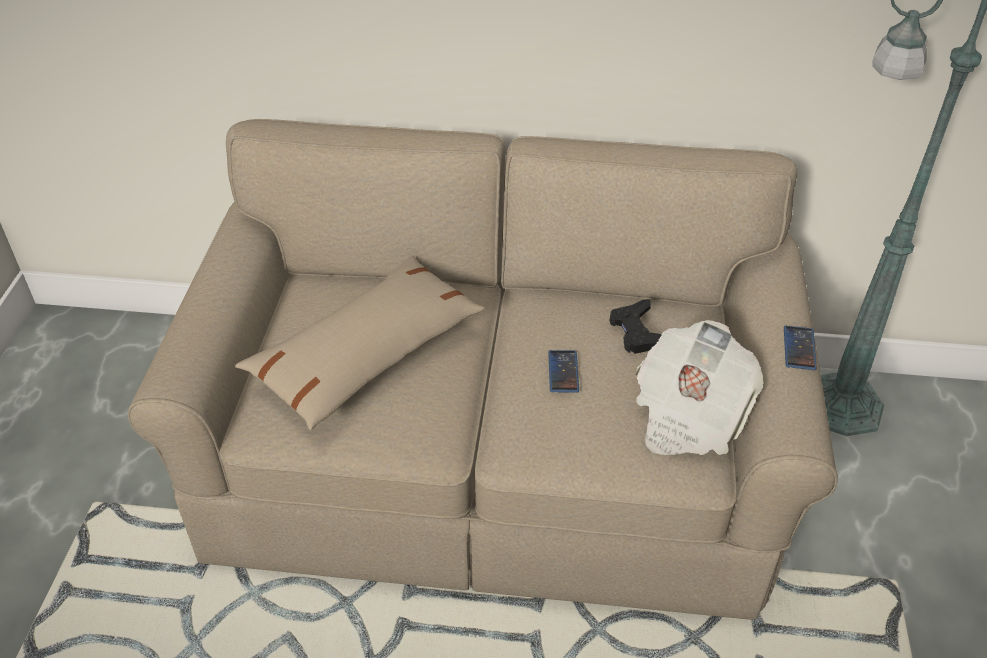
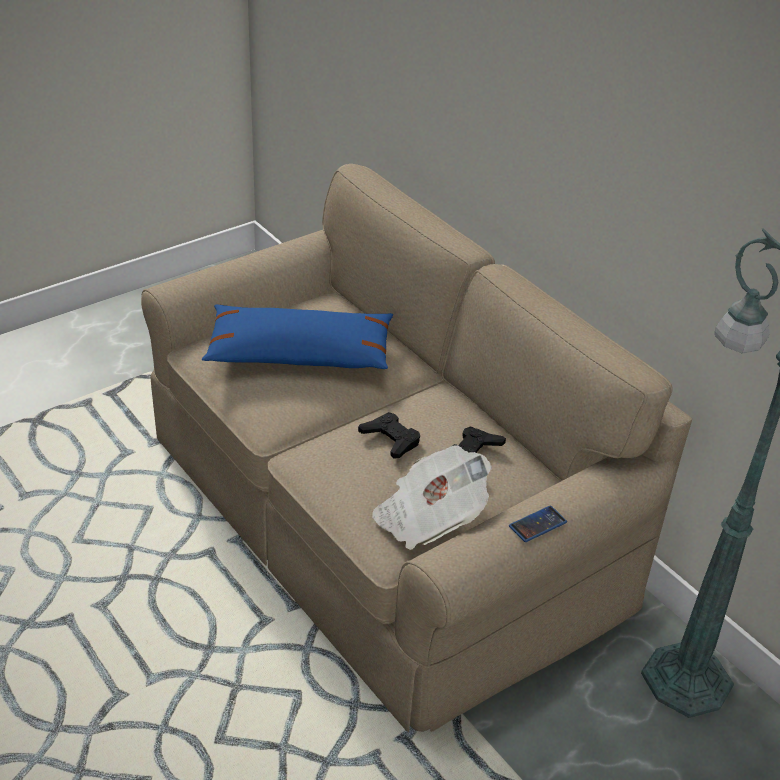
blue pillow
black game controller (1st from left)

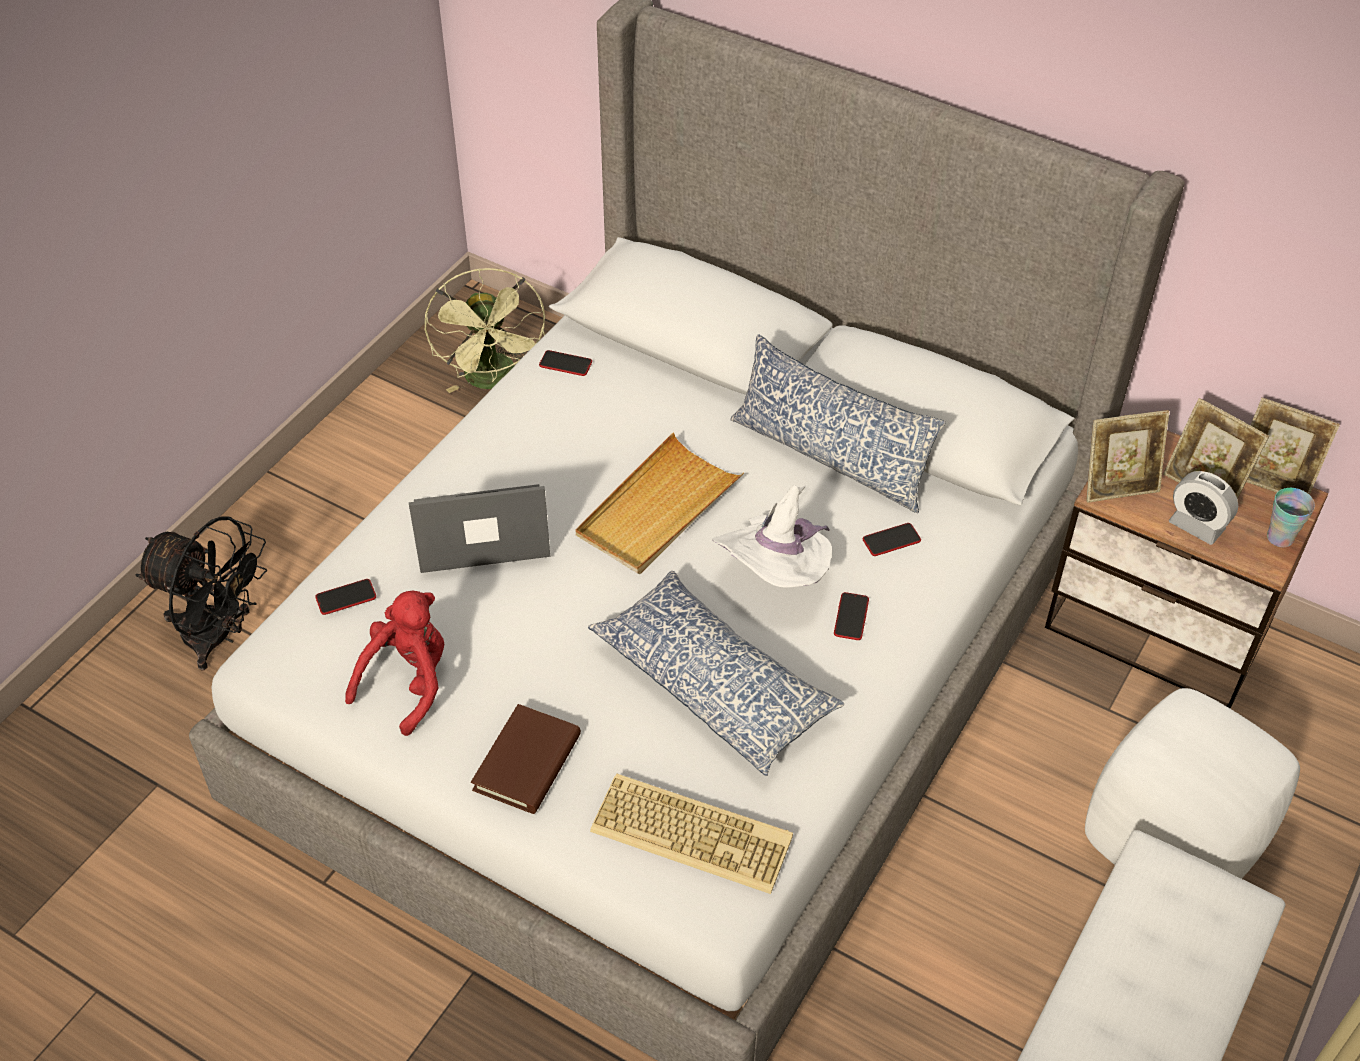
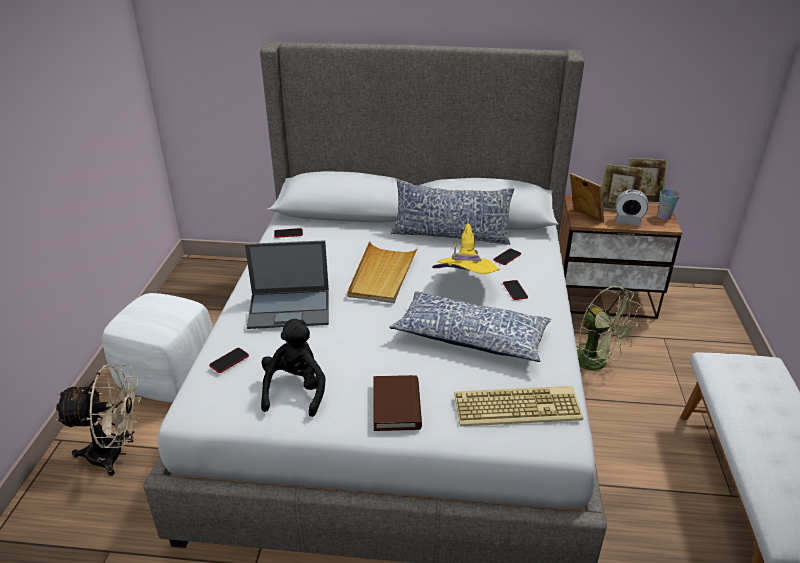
beige fan
white ottoman
laptop
black plush toy
yellow hat
picture frame (1st from left)
green fan

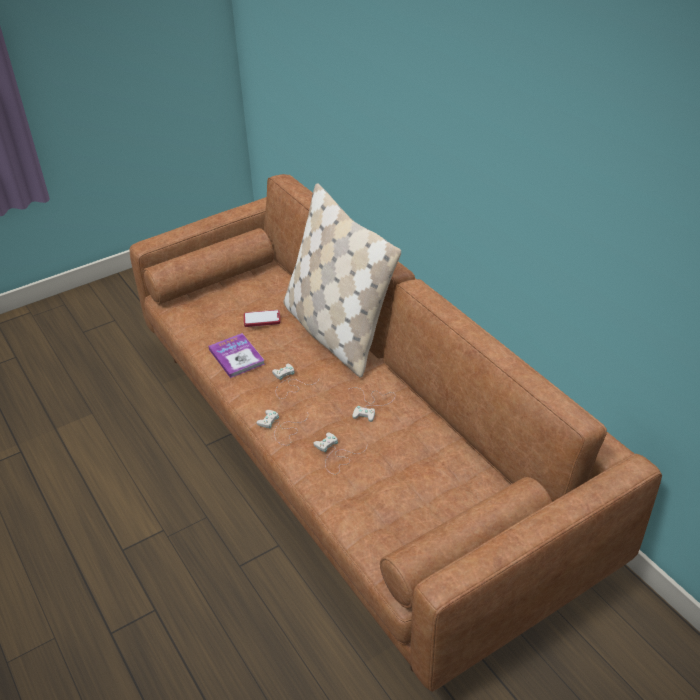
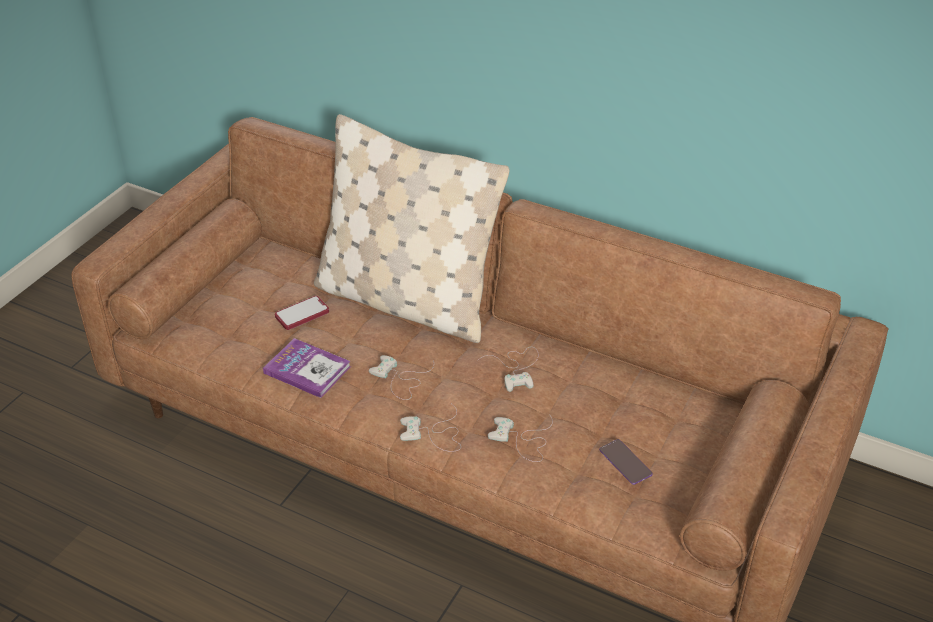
phone (2nd from left)

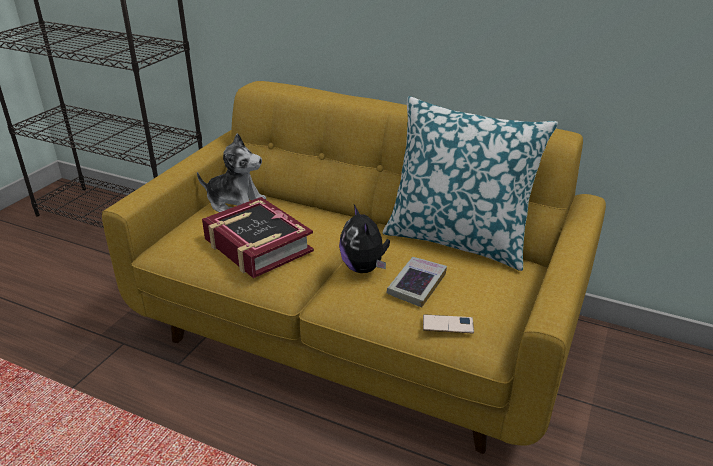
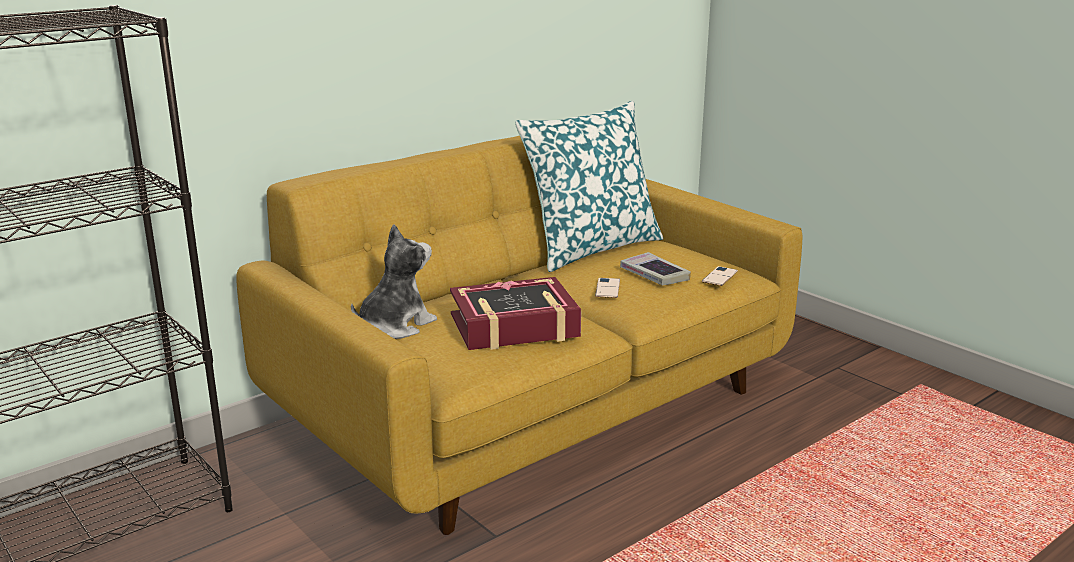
phone (1st from left)

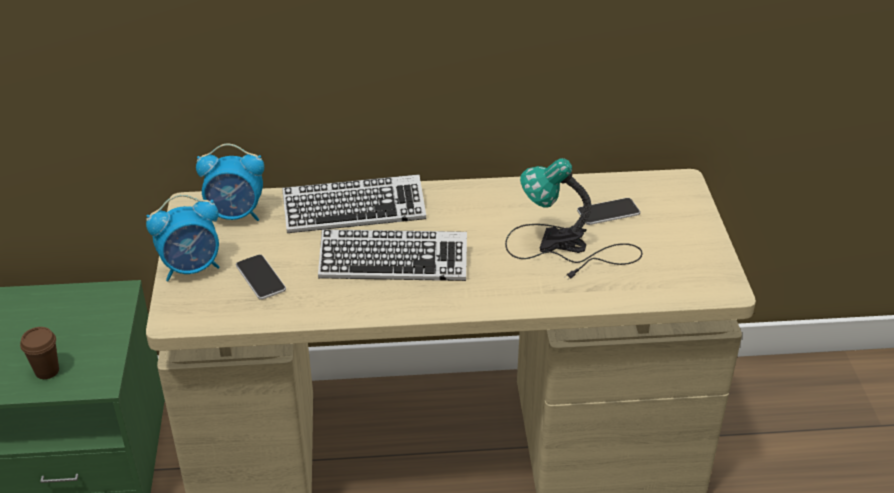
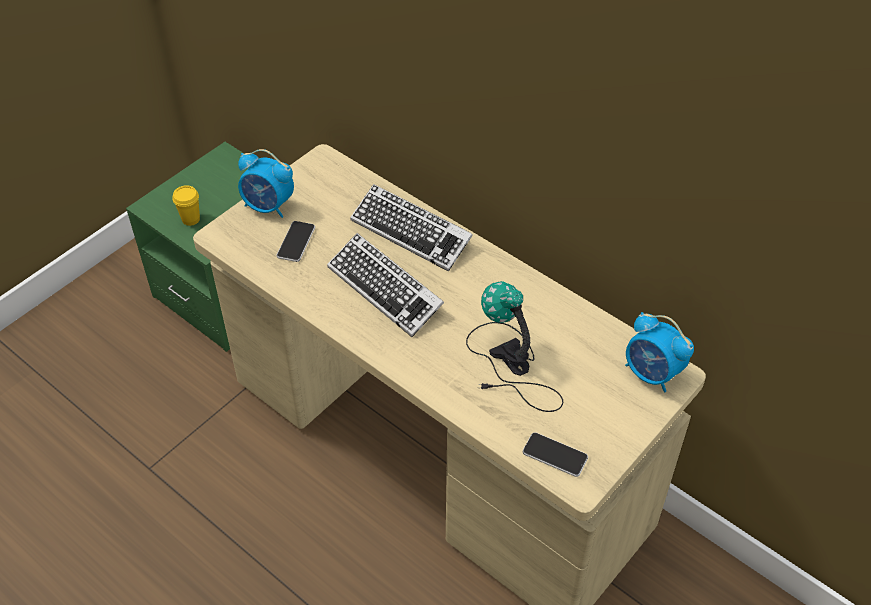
yellow cup
phone (2nd from left)
alarm clock (2nd from left)

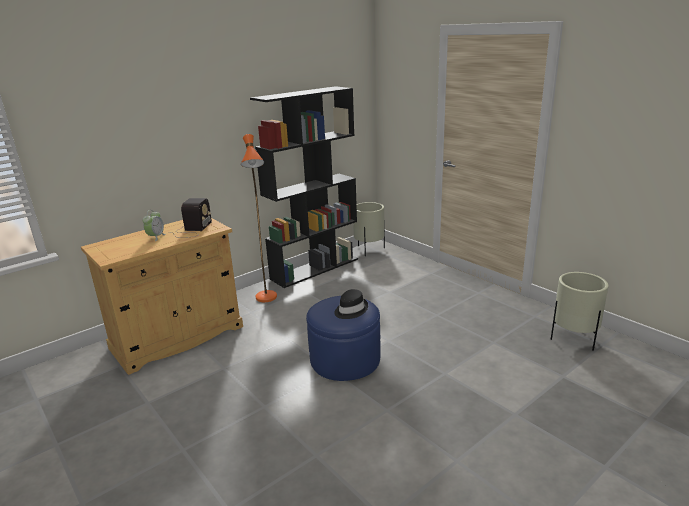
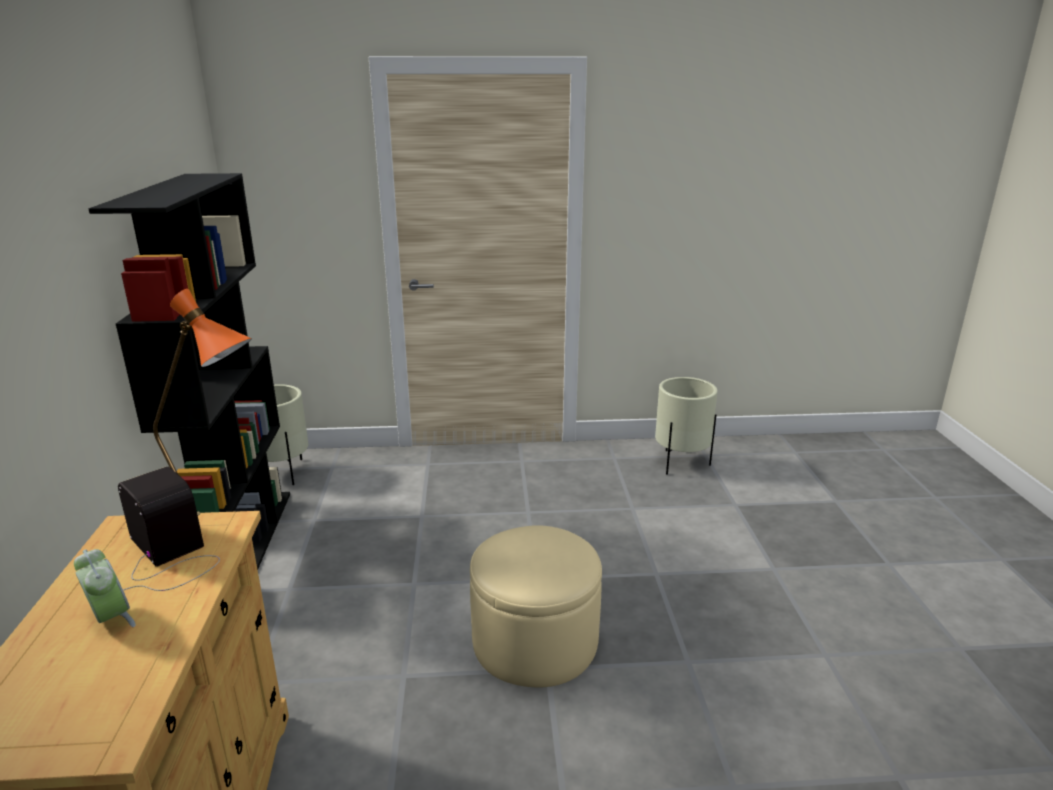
beige ottoman
black hat

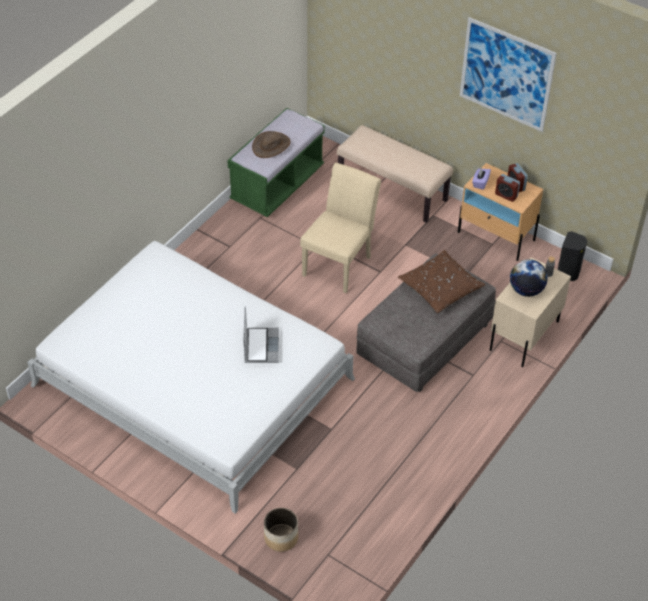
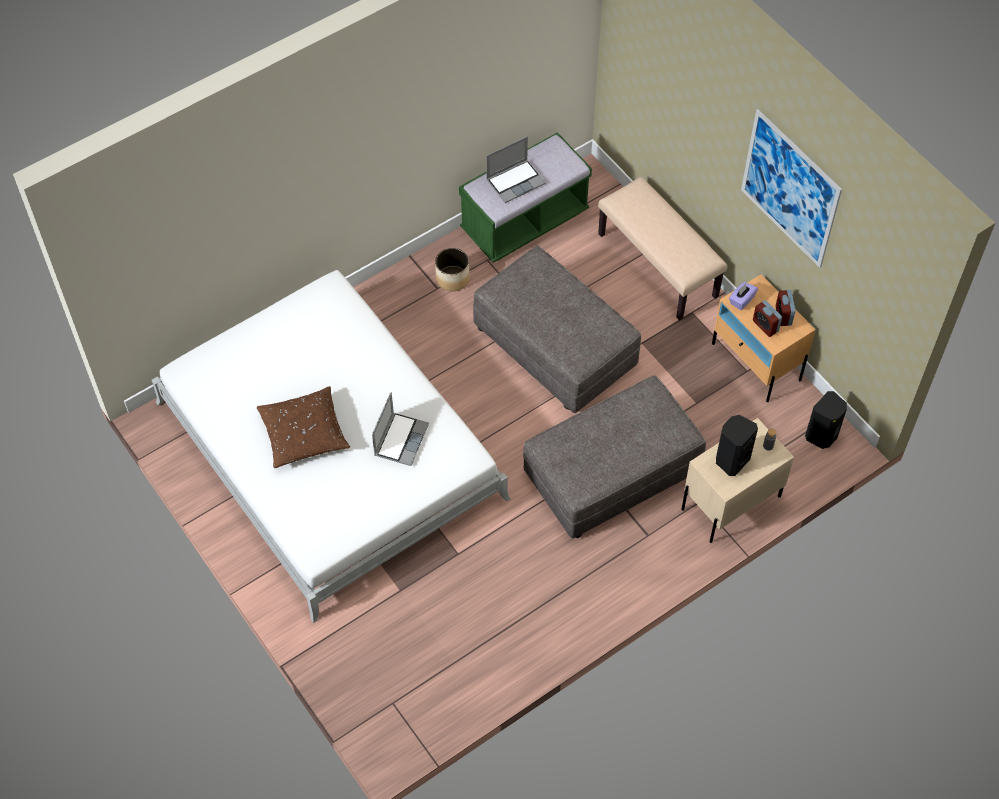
brown pillow
planter
grey ottoman (1st from left)
laptop (2nd from left)
black speaker (1st from left)

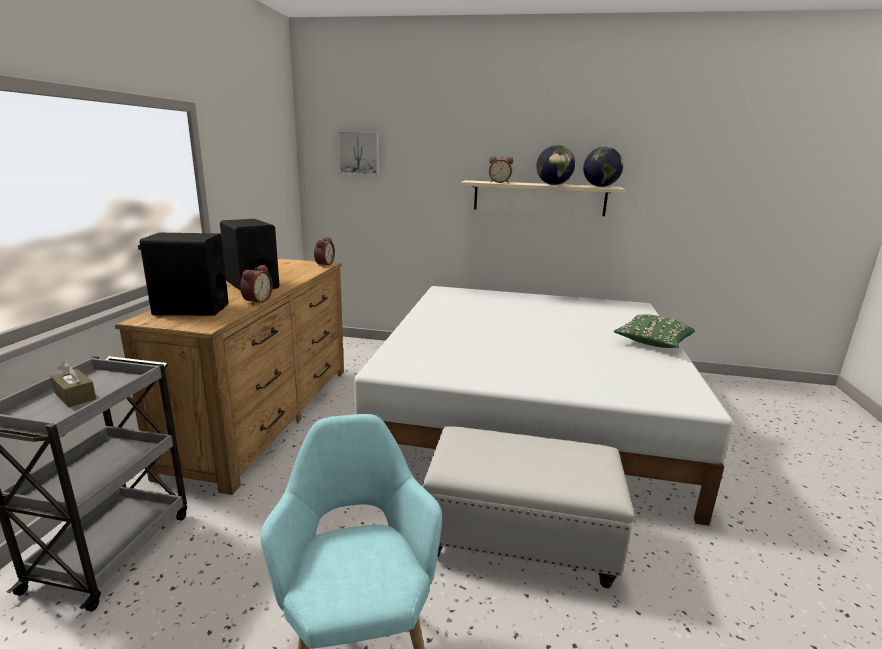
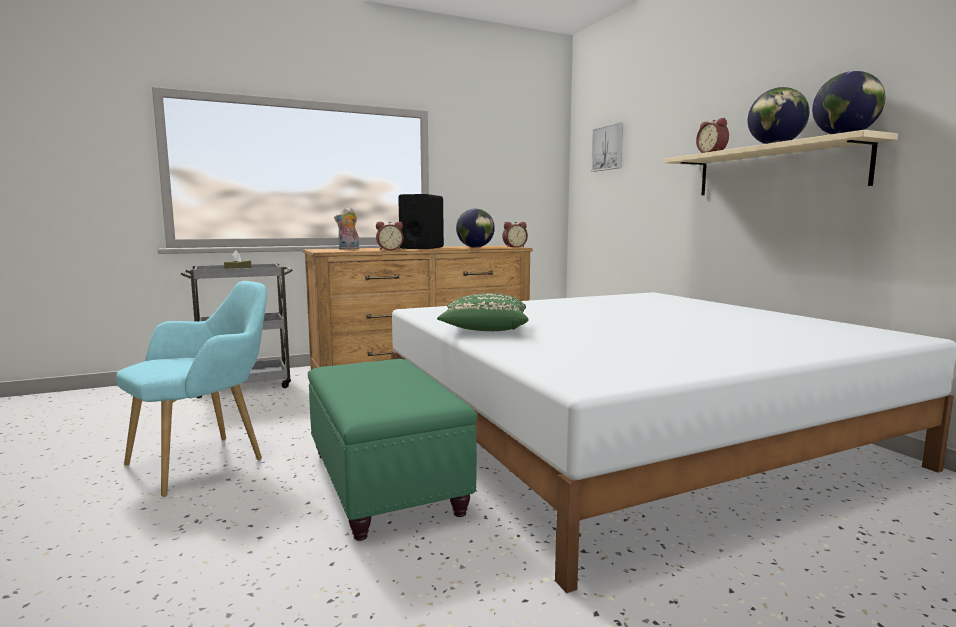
green ottoman
plush toy
green pillow
globe (1st from left)

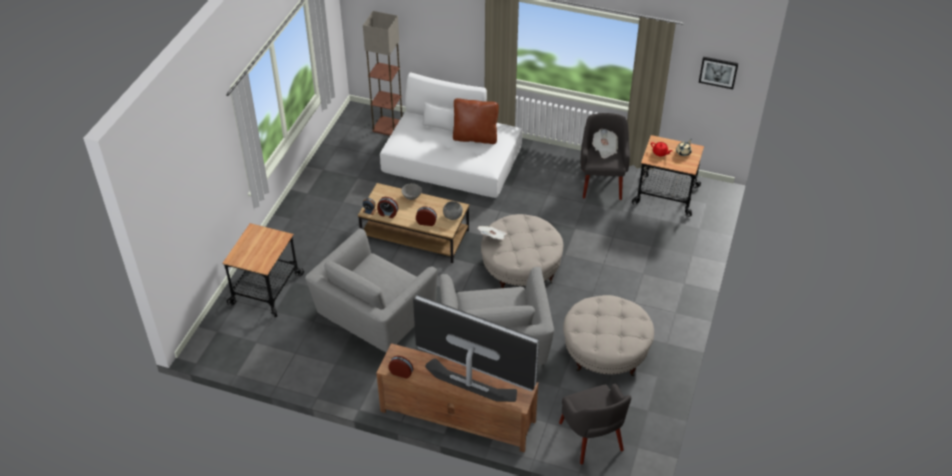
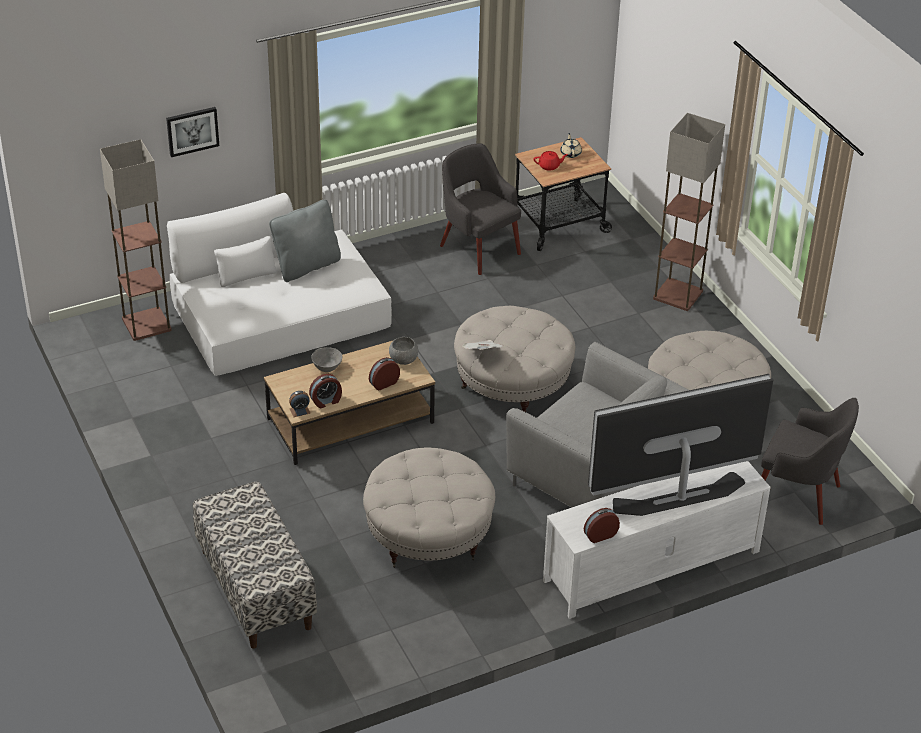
picture
bench
grey pillow
beige ottoman (1st from left)
white tv stand
floor lamp (2nd from left)
newspaper (2nd from left in the first image)

